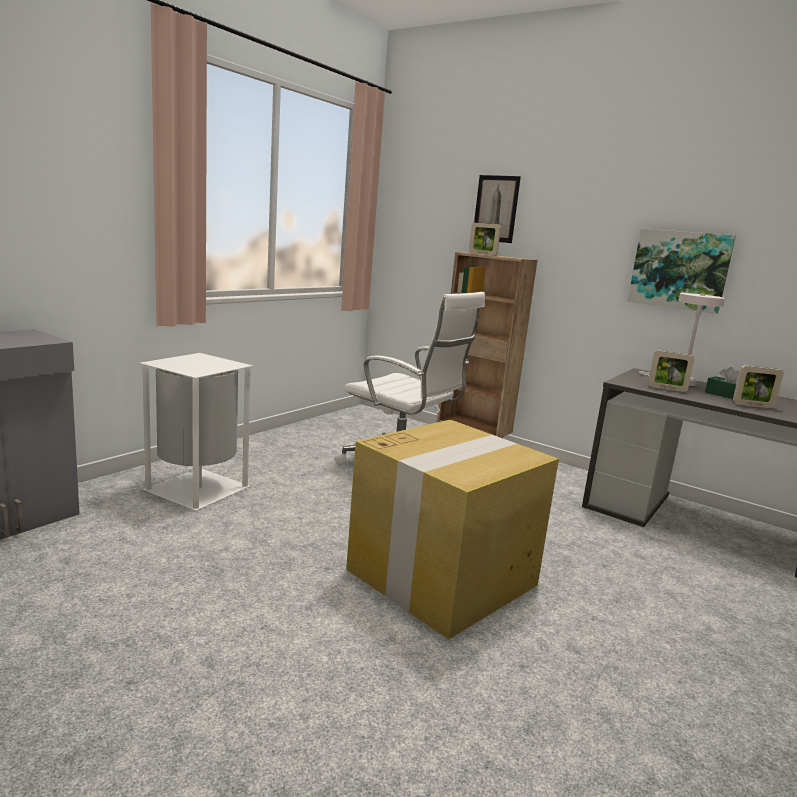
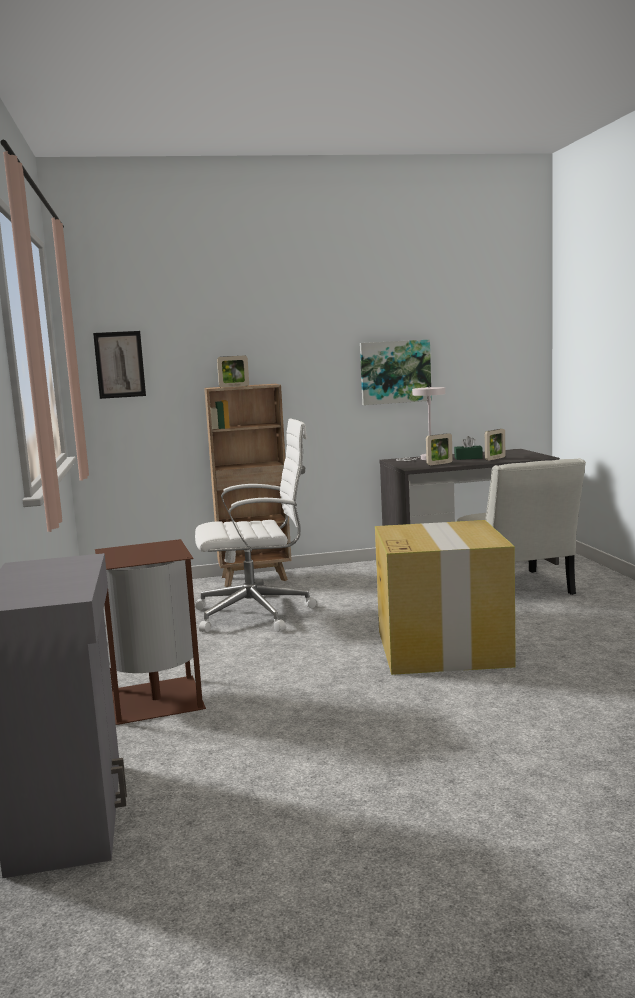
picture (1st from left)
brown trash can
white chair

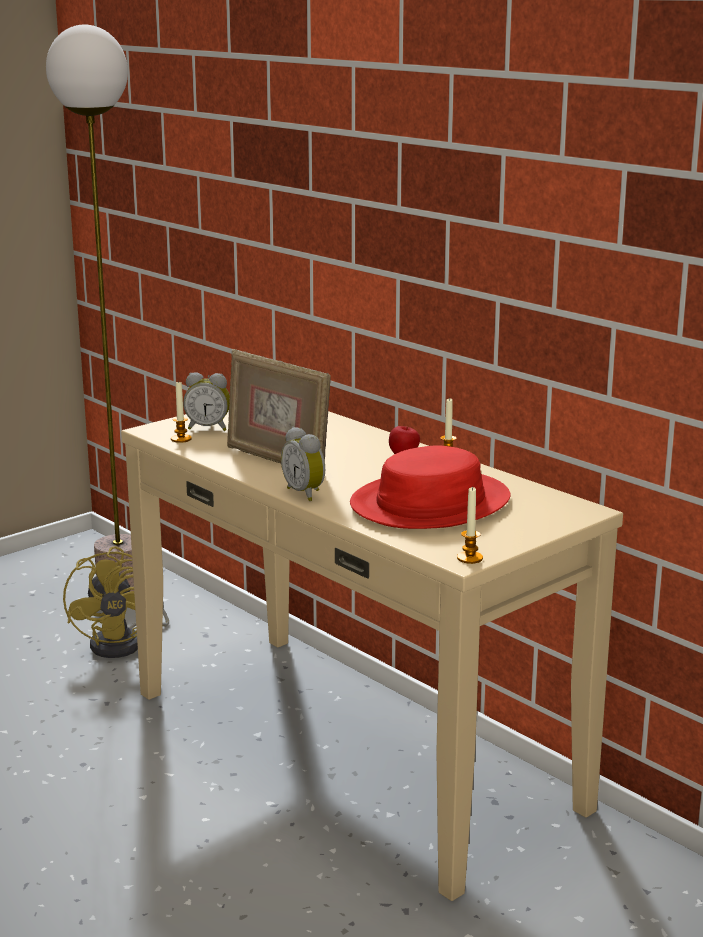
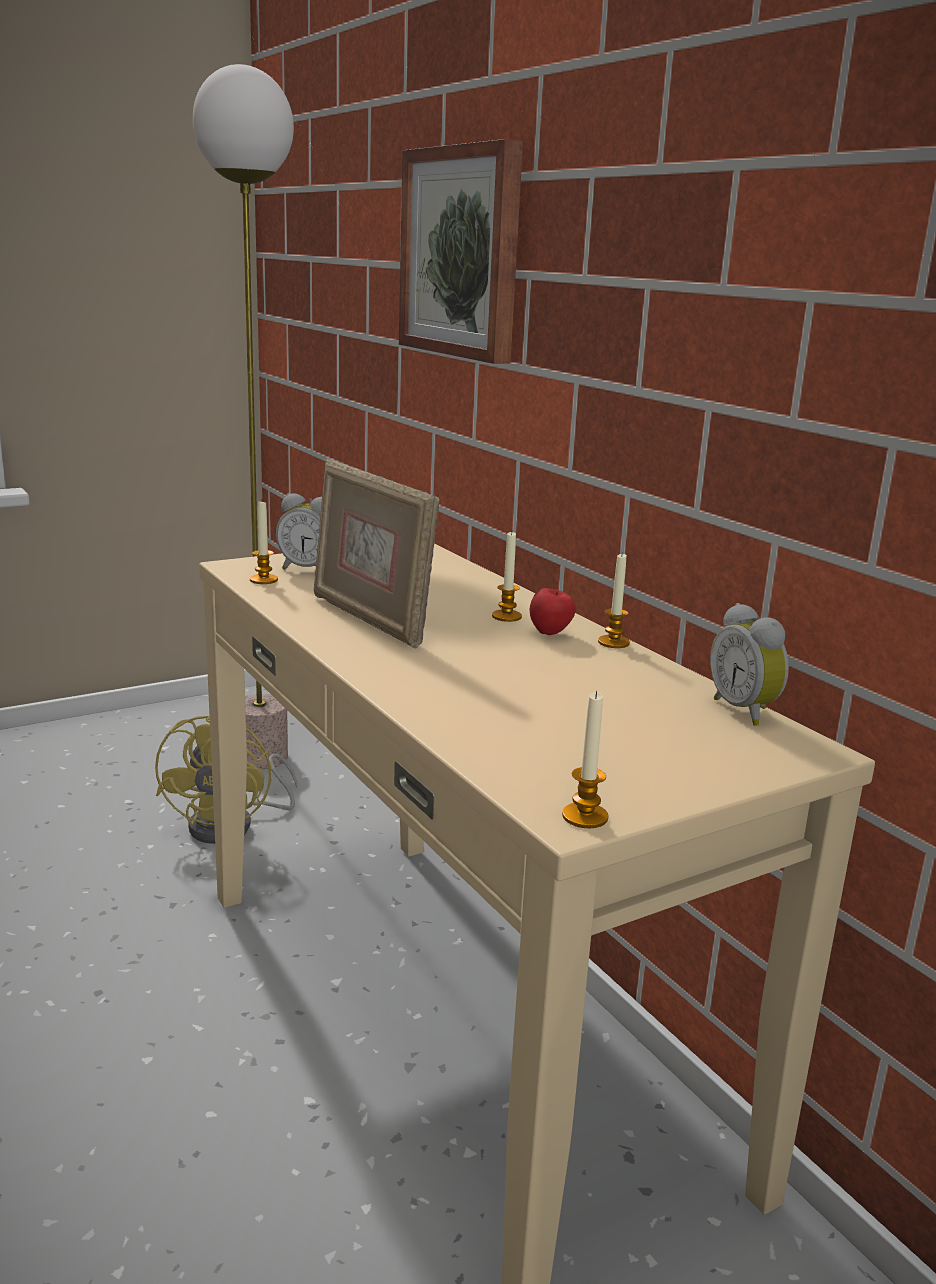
picture
candle (2nd from left)
alarm clock (2nd from left)
red hat

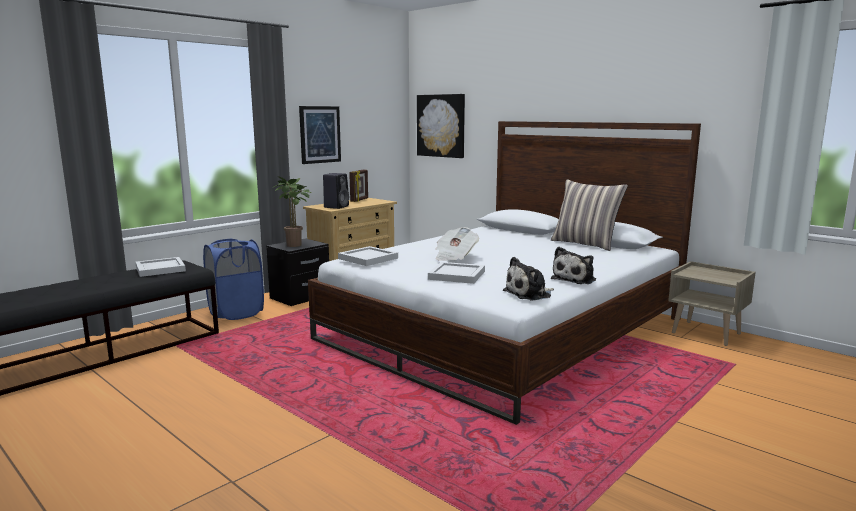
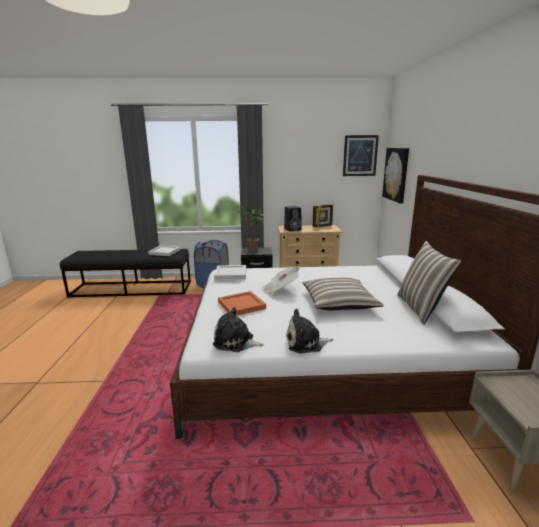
orange tray
pillow (1st from left)
picture (1st from left)

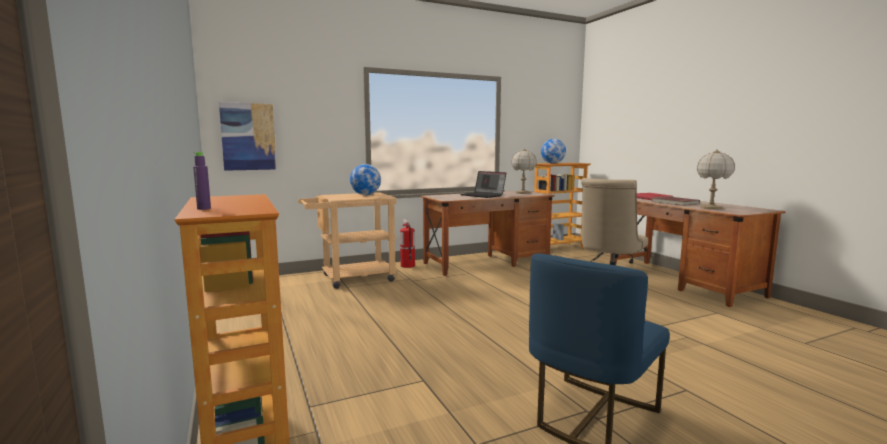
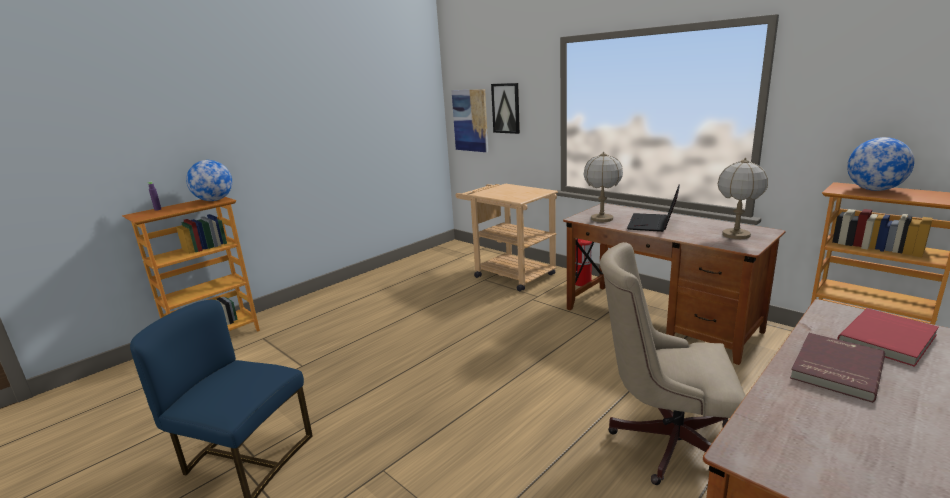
globe (1st from left)
picture (2nd from left)
table lamp (1st from left)

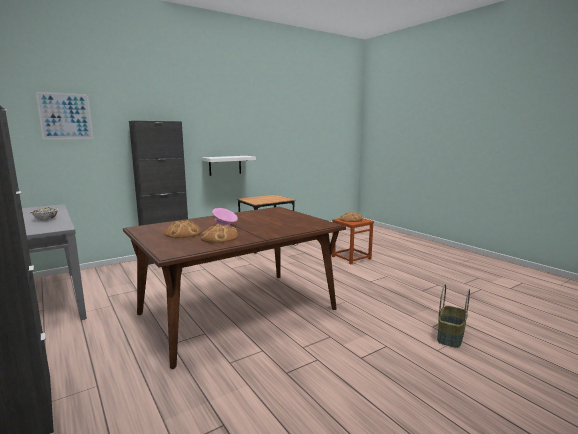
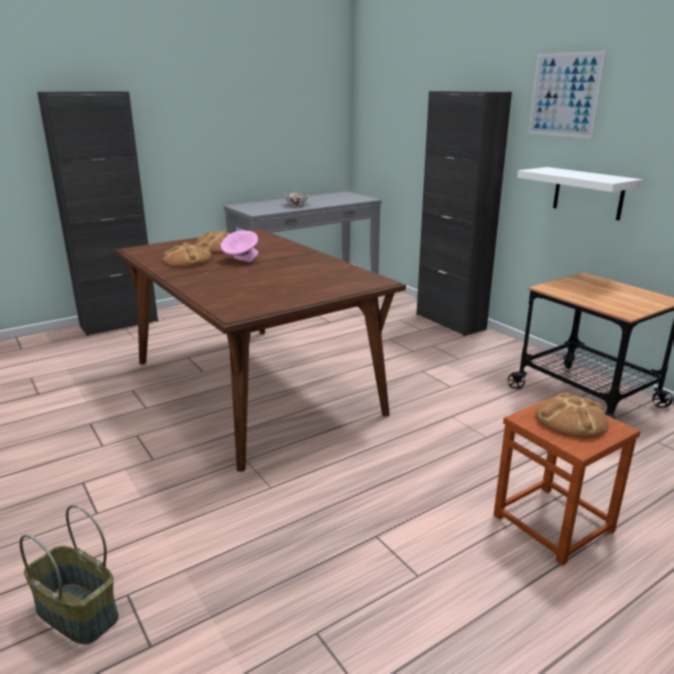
picture

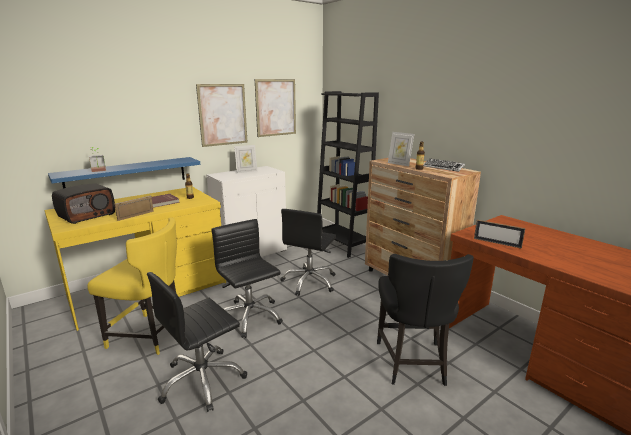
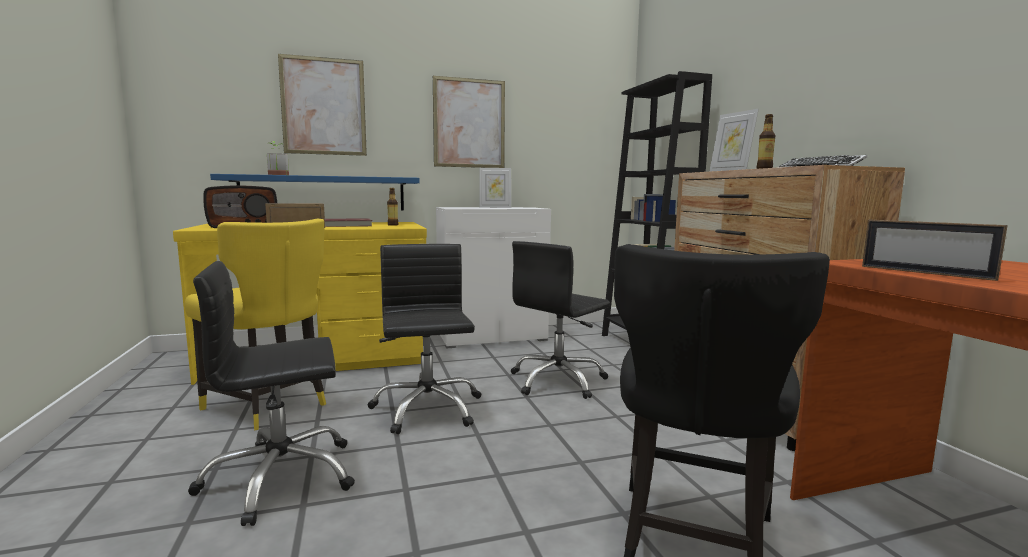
picture (1st from left)

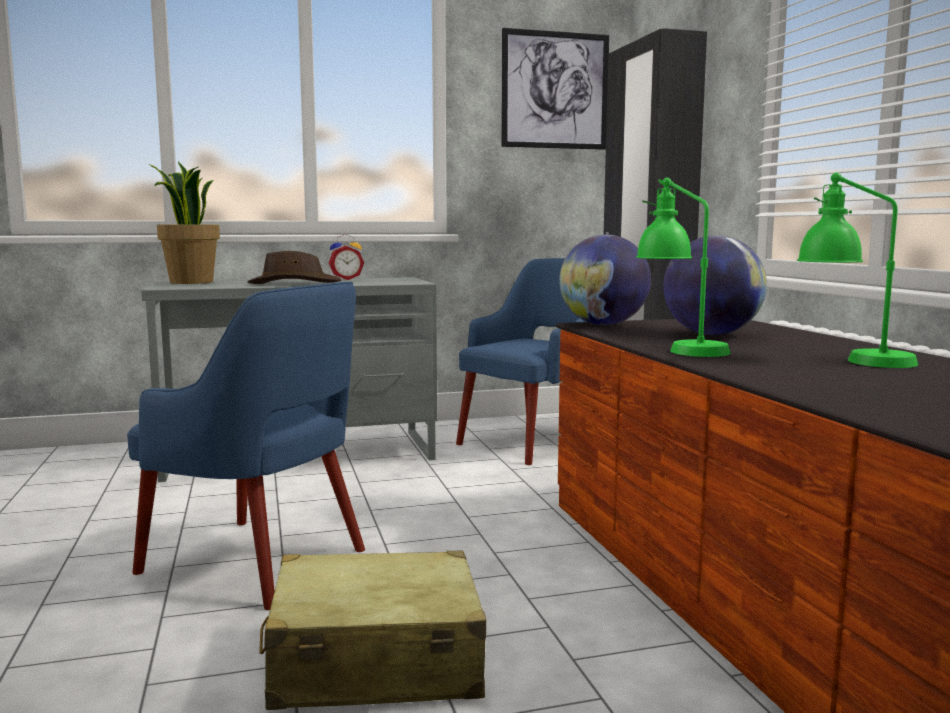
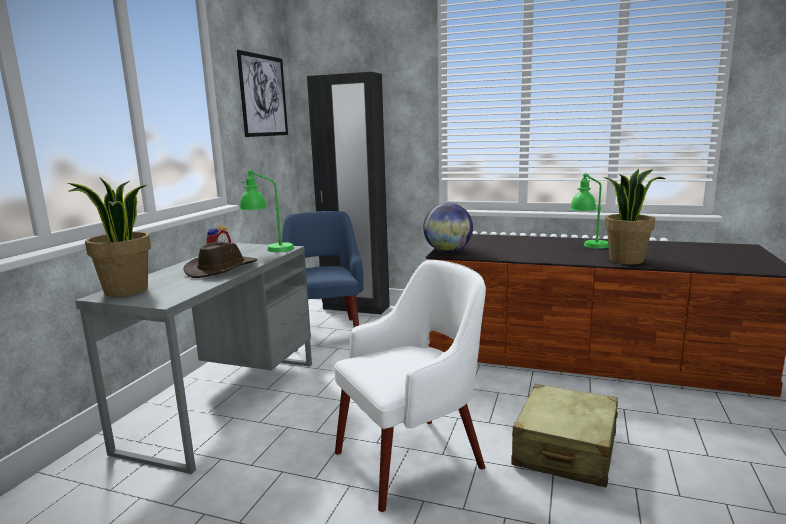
green table lamp (1st from left)
white armchair
potted plant (2nd from left)
globe (2nd from left in the first image)

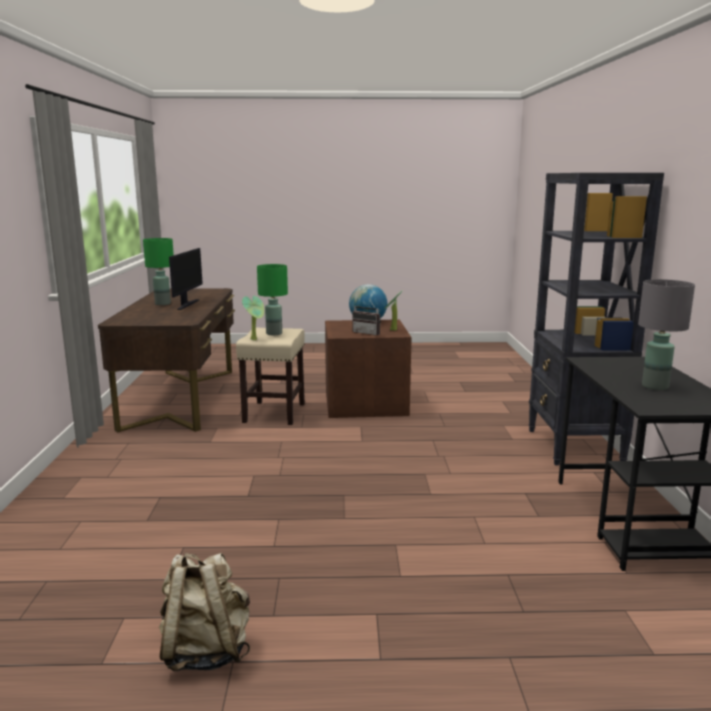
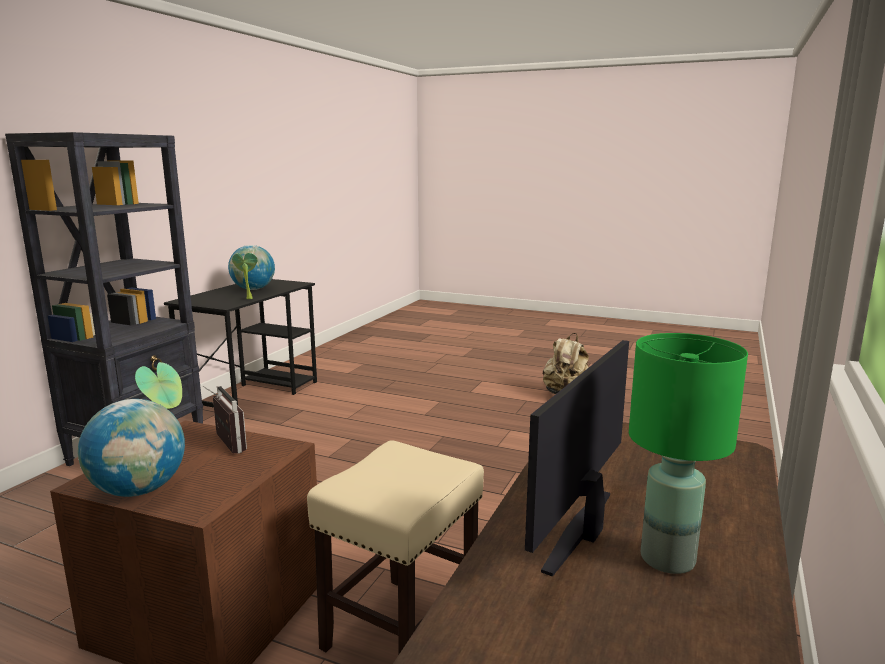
globe (2nd from left)
potted plant (2nd from left)
green table lamp (2nd from left in the first image)

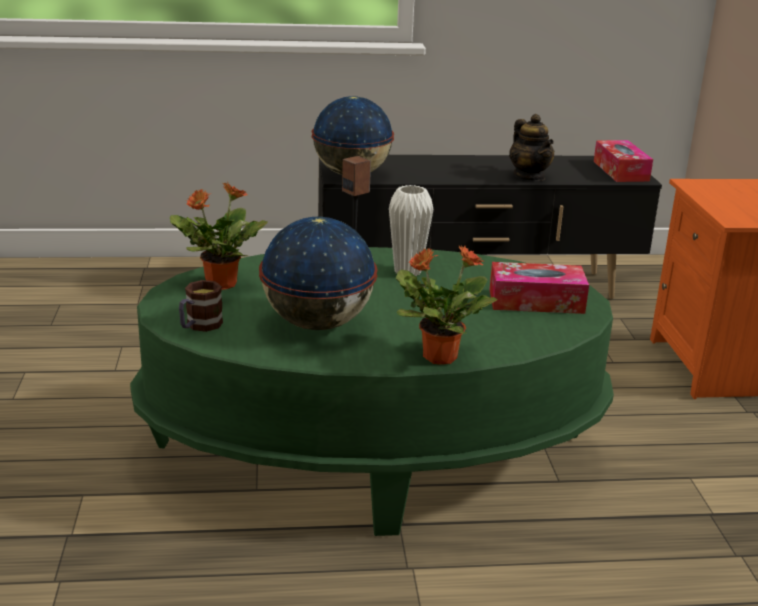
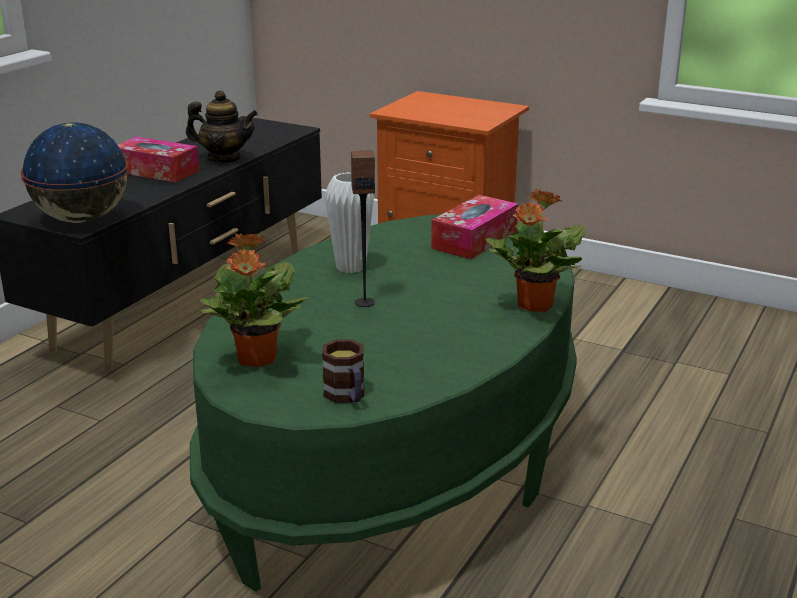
tissue box (1st from left)
globe (1st from left in the first image)

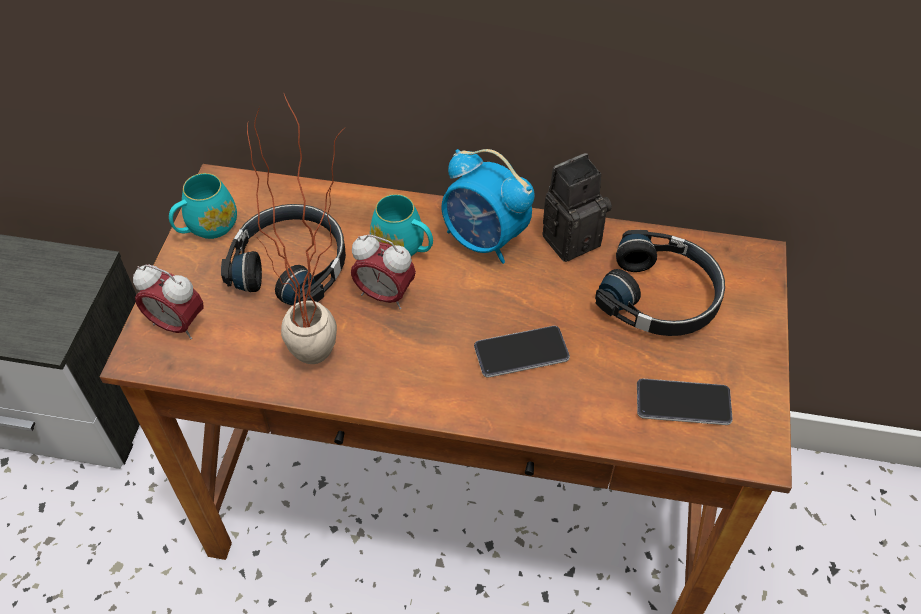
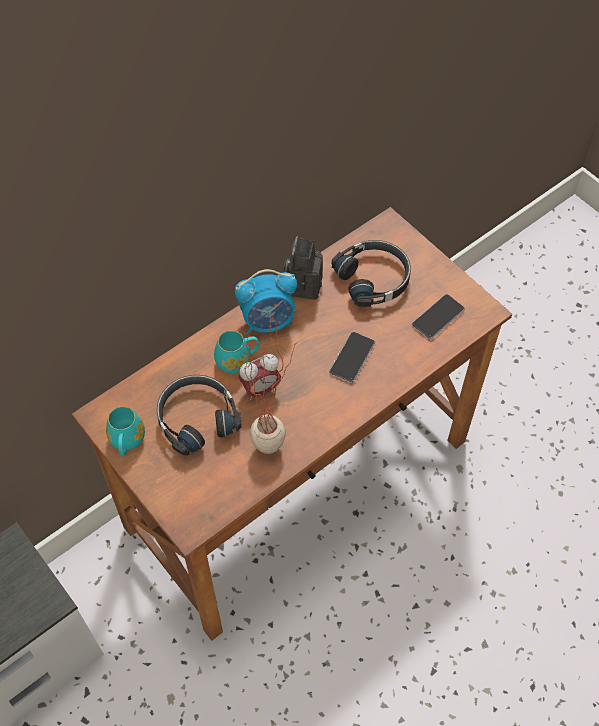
alarm clock (1st from left in the first image)

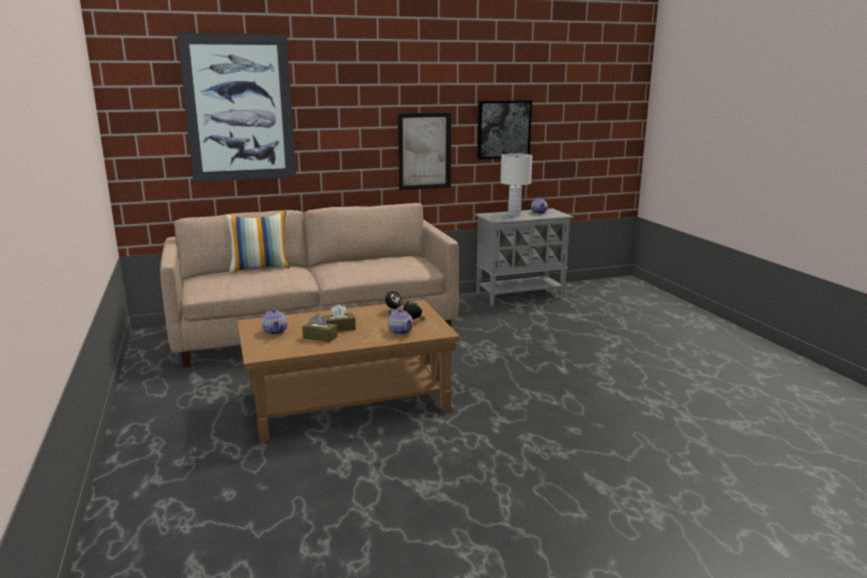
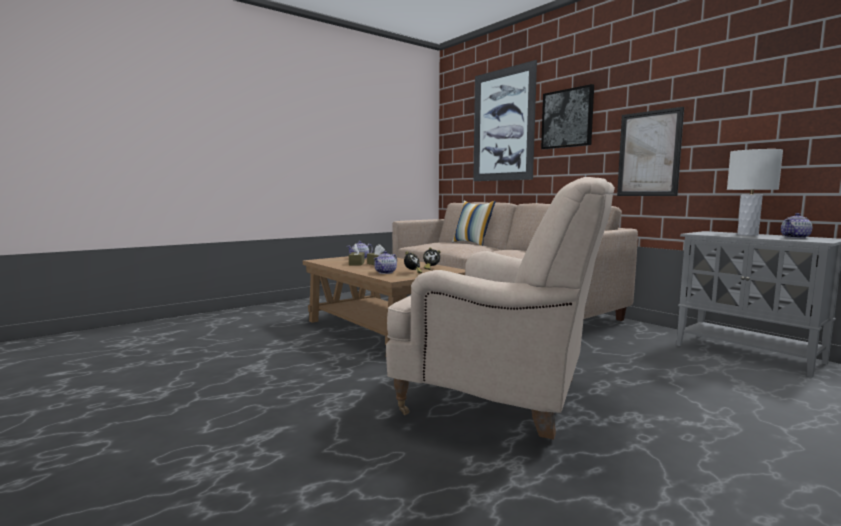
beige armchair
picture (2nd from left)

